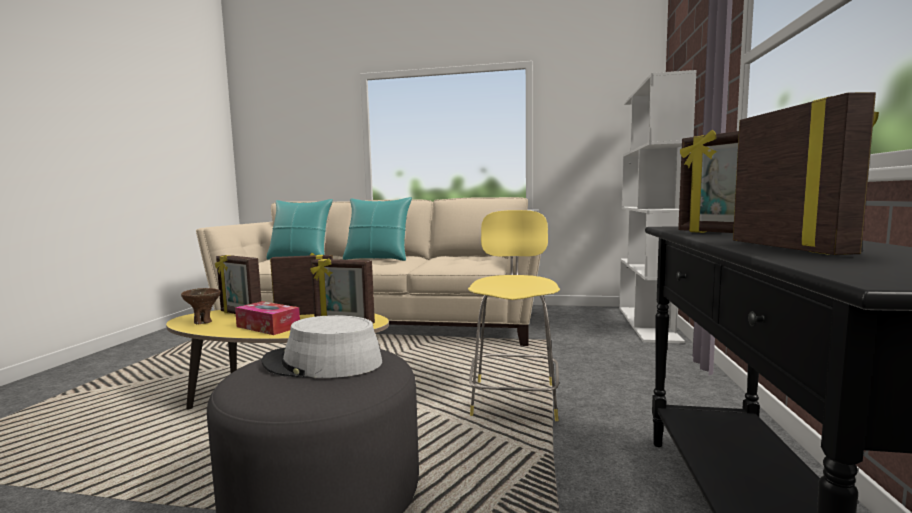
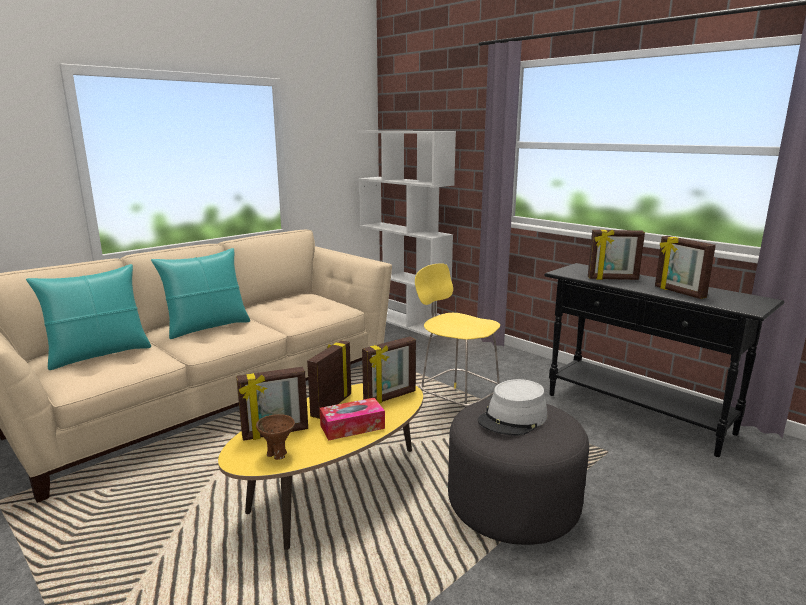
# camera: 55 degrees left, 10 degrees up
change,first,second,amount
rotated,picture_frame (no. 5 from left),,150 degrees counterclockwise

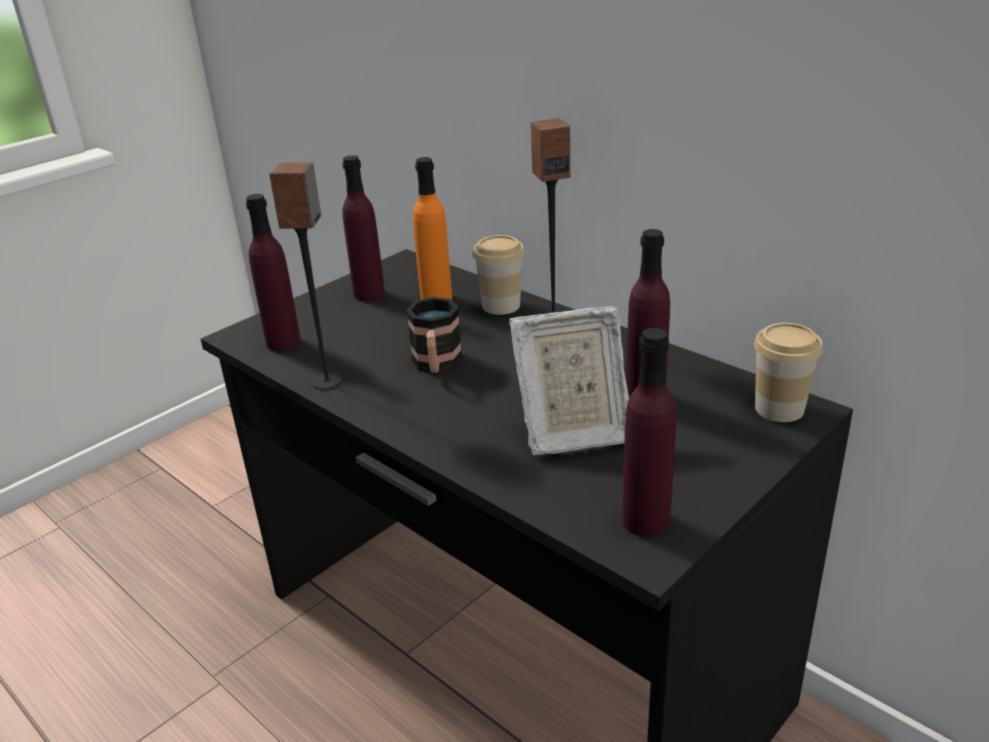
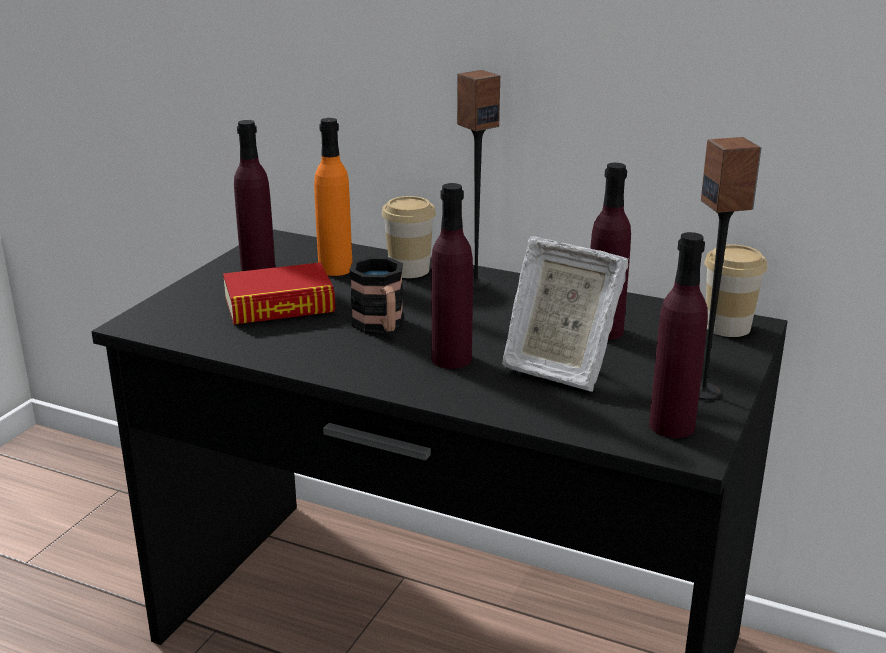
# camera: 20 degrees left, 5 degrees down
change,first,second,amount
shifted,speaker (no. 1 from left in the first image),speaker (no. 2 from left),
shifted,purple_bottle (no. 1 from left in the first image),purple_bottle (no. 2 from left),
rotated,picture_frame,,60 degrees clockwise
new,,book,

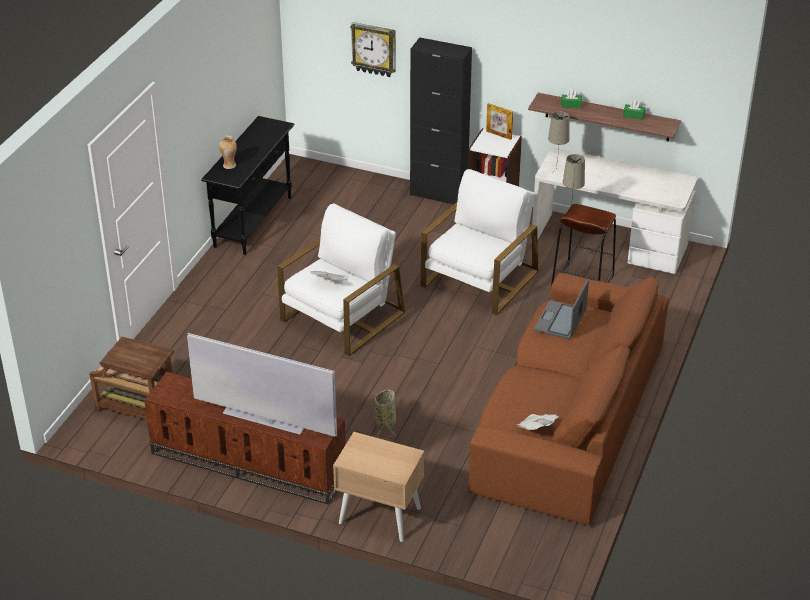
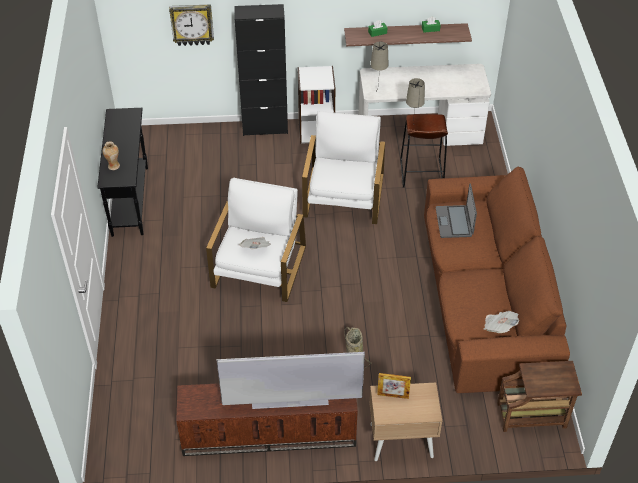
# camera: 25 degrees left, 10 degrees up
change,first,second,amount
shifted,picture_frame,,
shifted,brown_side_table,,

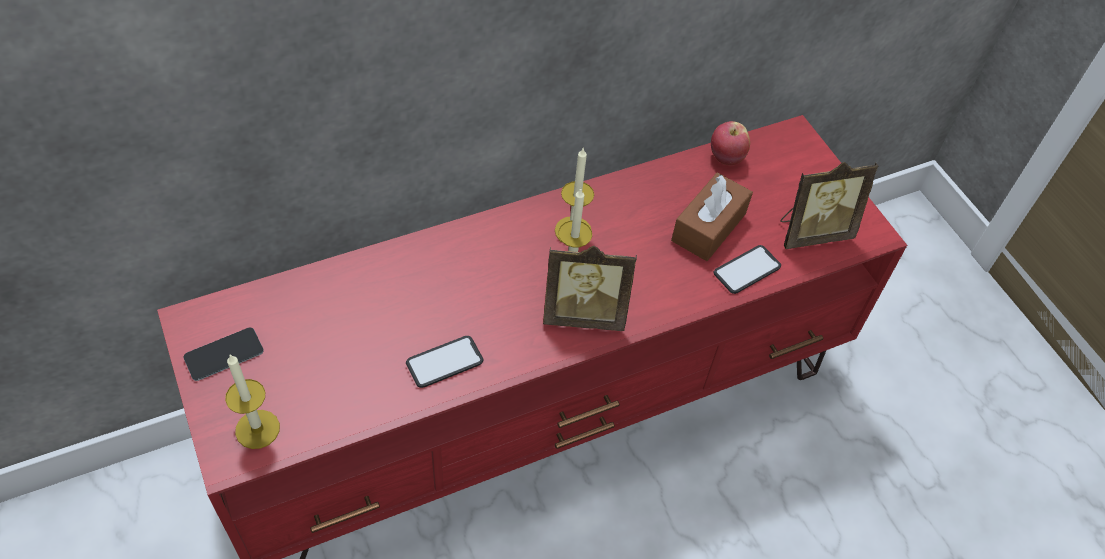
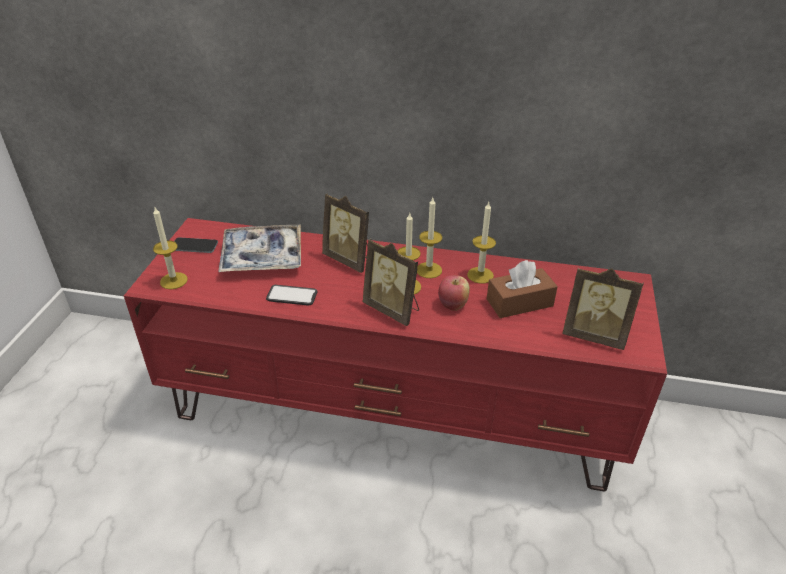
# camera: 40 degrees right, 15 degrees down
change,first,second,amount
shifted,apple,,
gone,phone (no. 3 from left),,
new,,picture_frame (no. 1 from left),
new,,candle (no. 4 from left),
new,,tray,

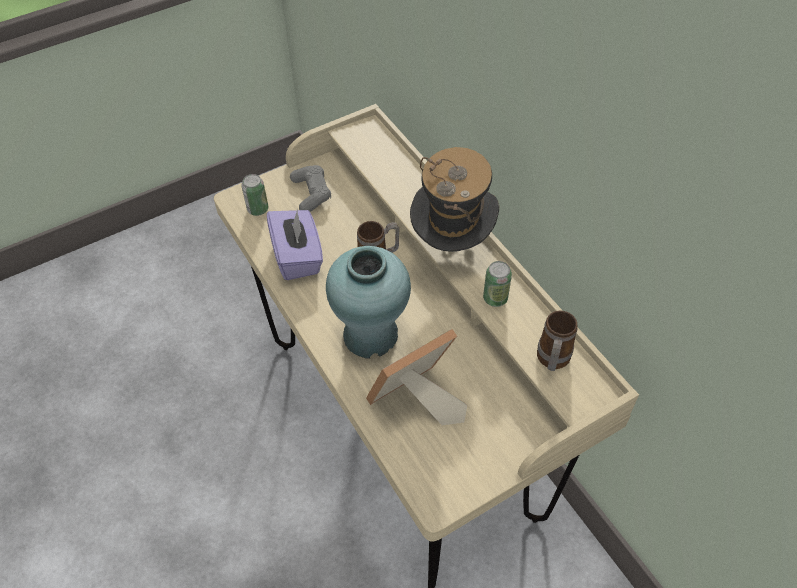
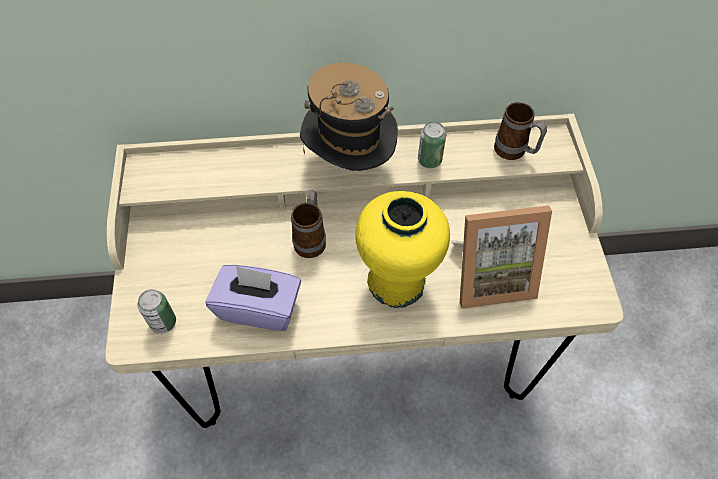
# camera: 65 degrees left, 5 degrees up
change,first,second,amount
gone,grey_game_controller,,
repainted,turquoise_vase,yellow_vase,
rotated,picture_frame,,90 degrees counterclockwise

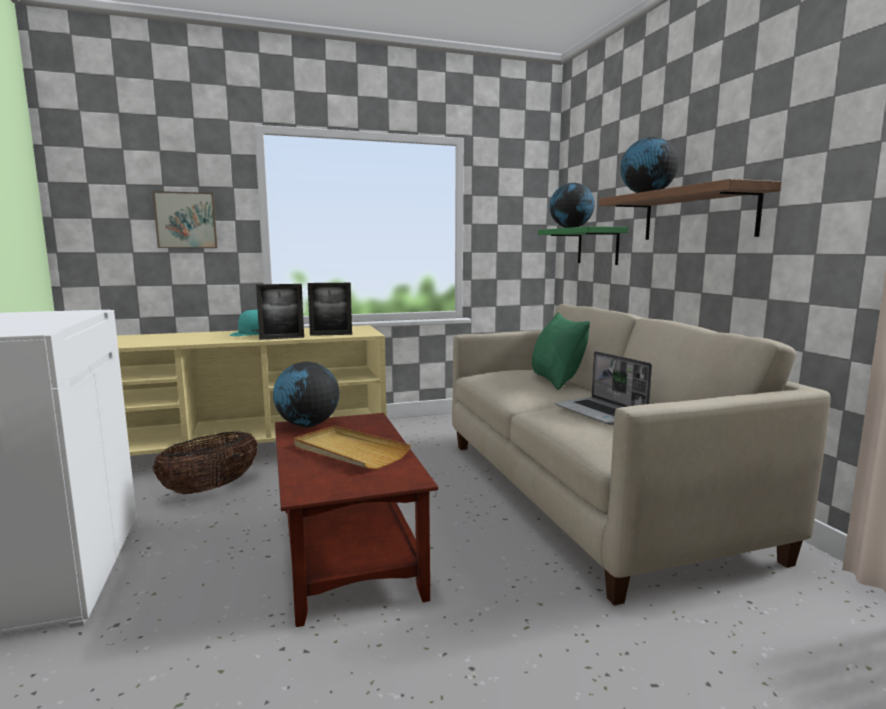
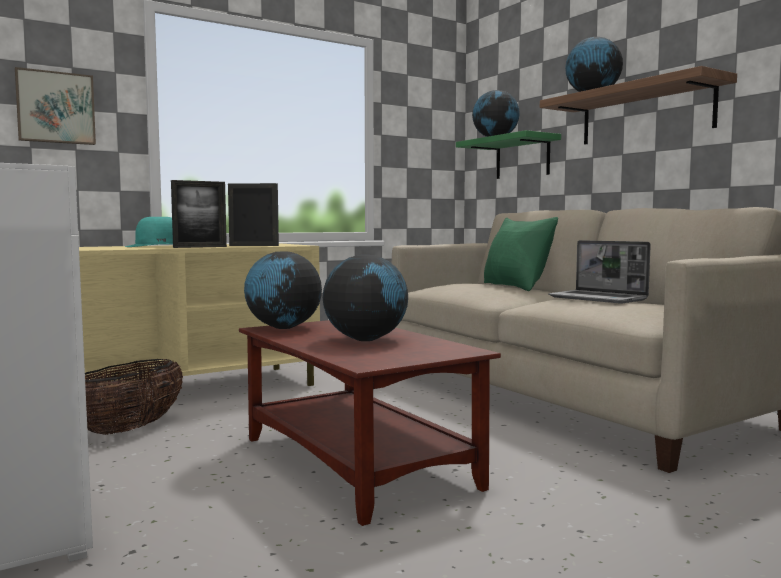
# camera: 15 degrees left, 5 degrees down
change,first,second,amount
rotated,picture_frame (no. 2 from left),,150 degrees counterclockwise
swapped,beige_tray,globe (no. 2 from left),

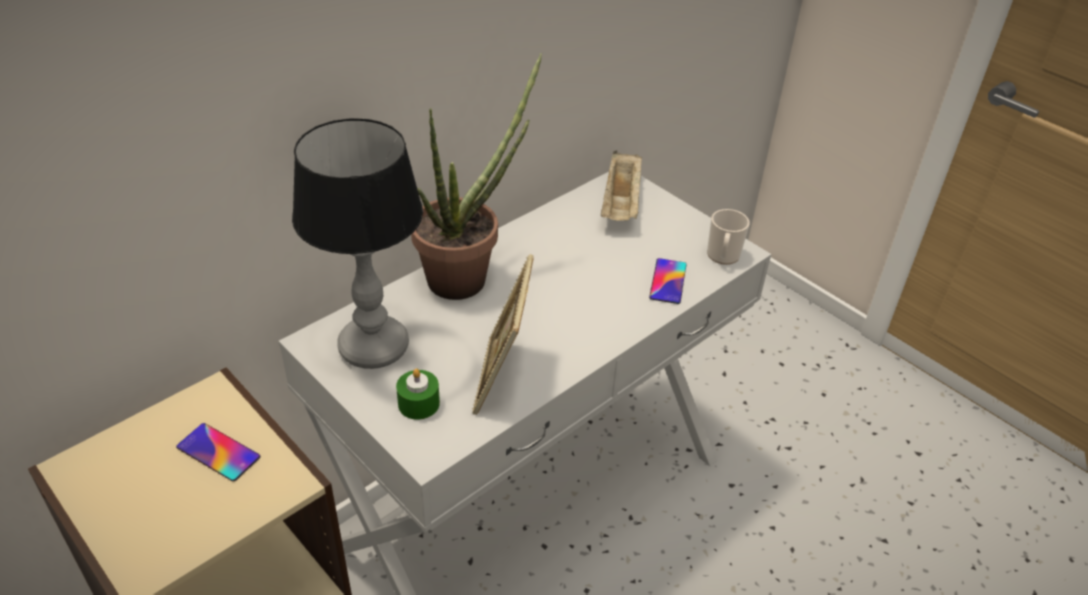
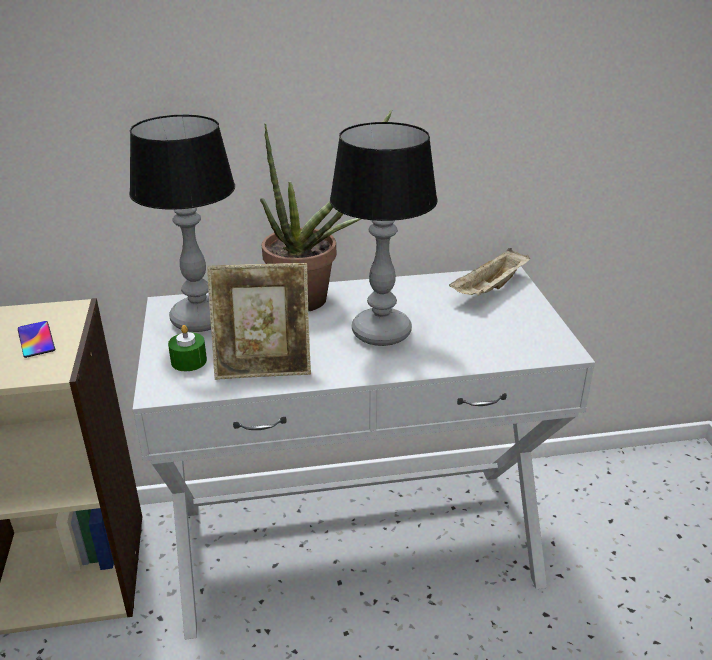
# camera: 35 degrees right, 10 degrees down
change,first,second,amount
gone,mug,,
rotated,picture_frame,,135 degrees counterclockwise
gone,phone (no. 2 from left),,
new,,table_lamp (no. 2 from left),

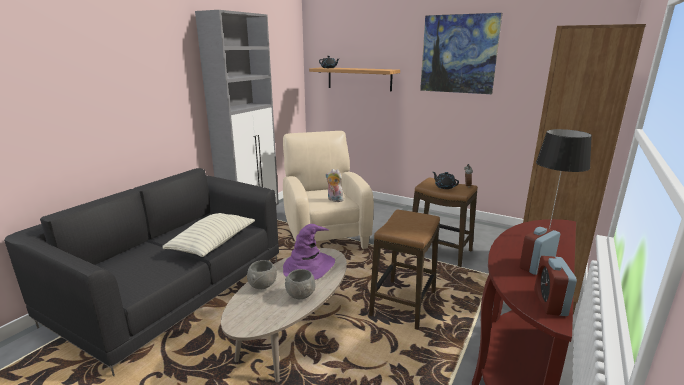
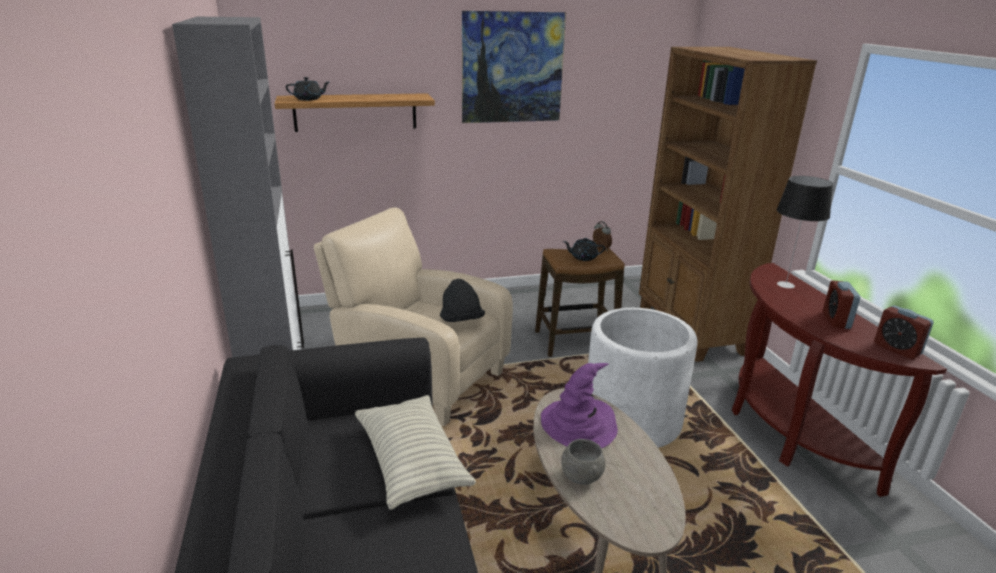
# camera: 45 degrees left, 5 degrees up
change,first,second,amount
swapped,plush_toy,black_hat,
swapped,stool (no. 1 from left),white_planter,
gone,grey_bowl (no. 2 from left),,

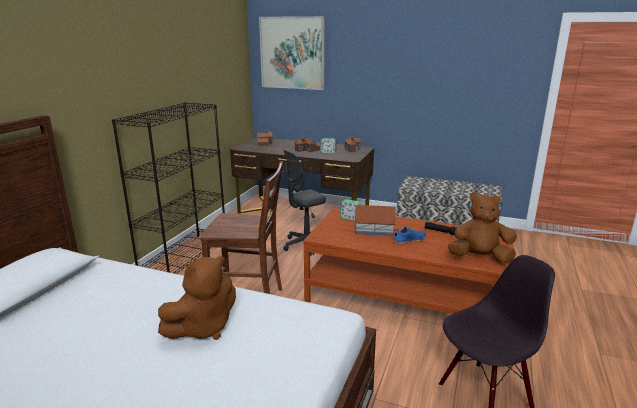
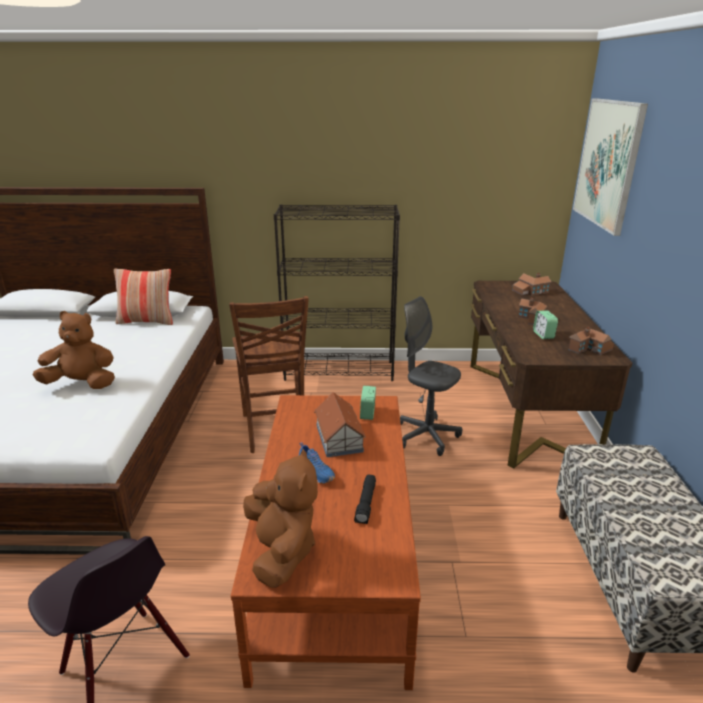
# camera: 70 degrees right, 5 degrees up
change,first,second,amount
rotated,brown_plush_toy (no. 1 from left),,150 degrees clockwise
new,,pillow,

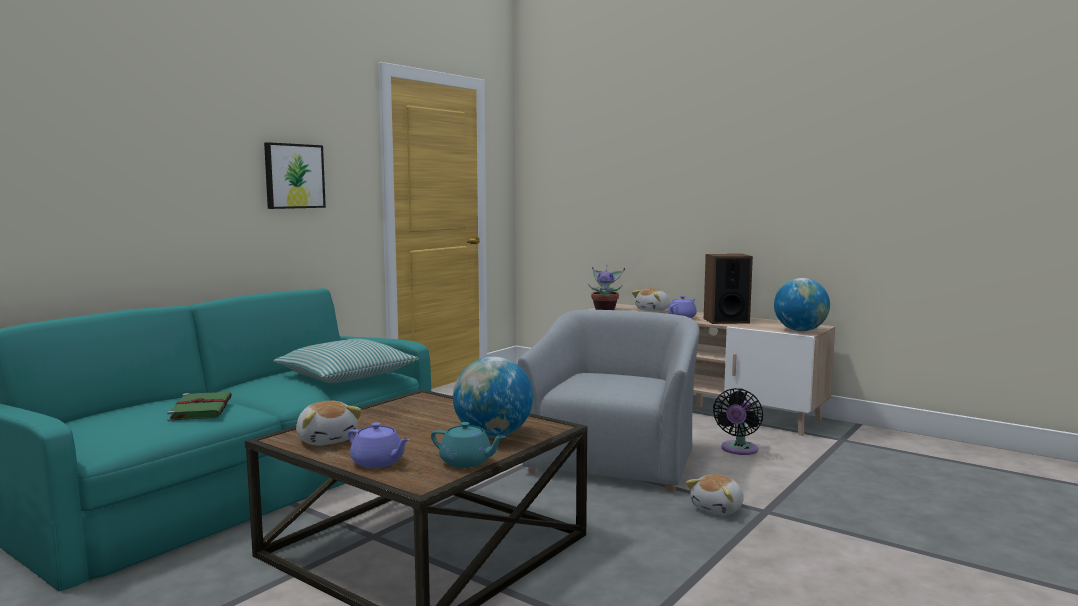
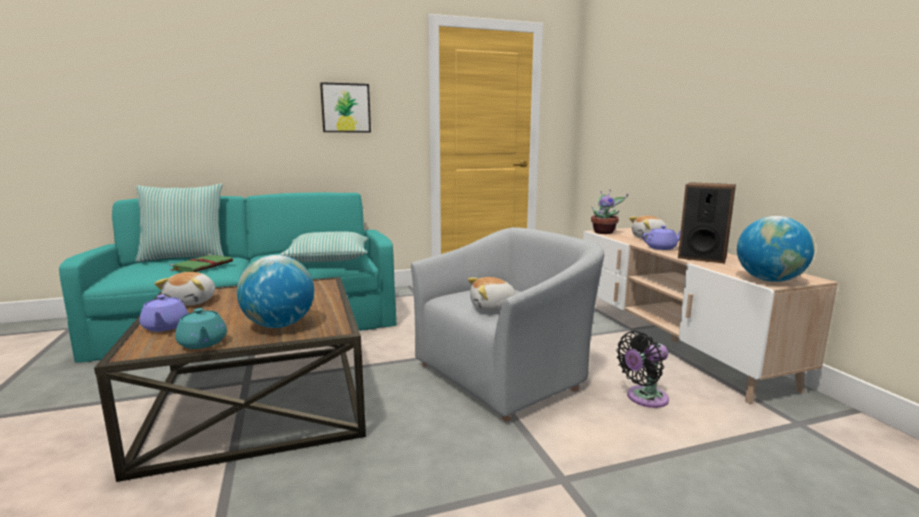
# camera: 35 degrees right, 5 degrees up
change,first,second,amount
shifted,plush_toy (no. 3 from left in the first image),plush_toy (no. 2 from left),
new,,pillow (no. 1 from left),

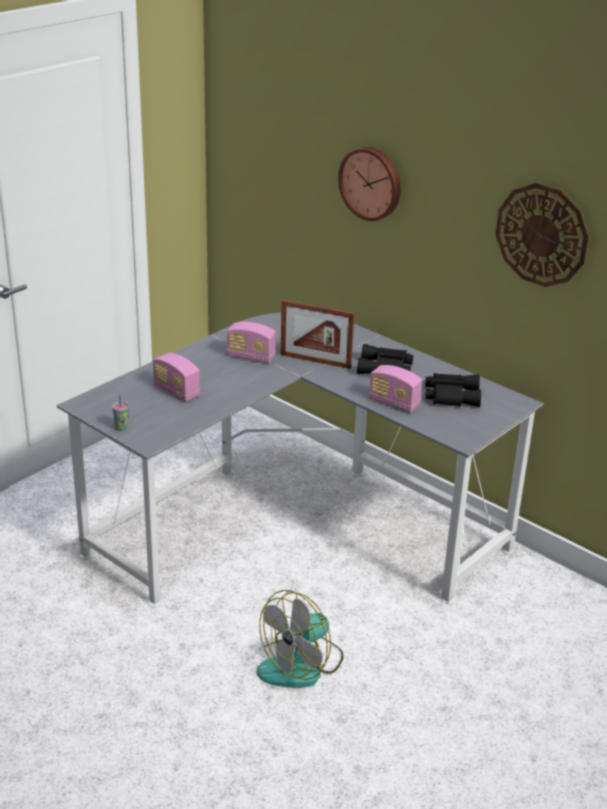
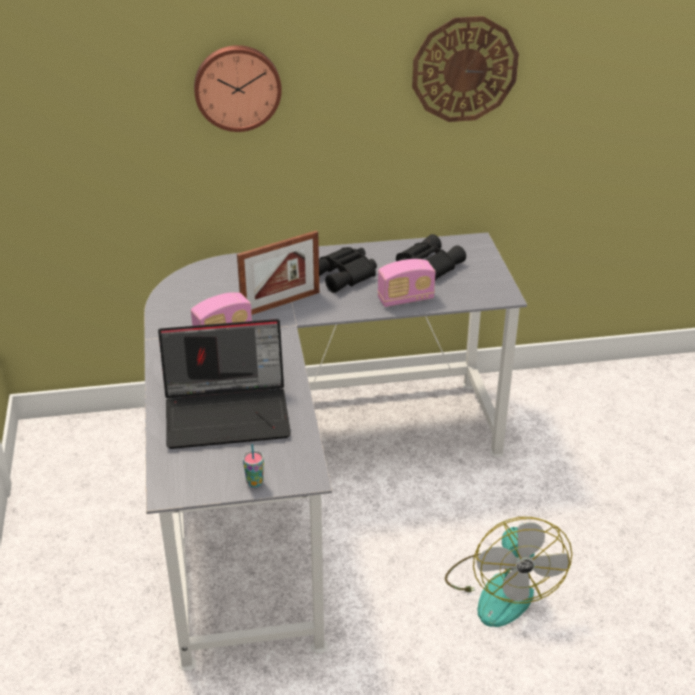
# camera: 50 degrees left, 5 degrees up
change,first,second,amount
swapped,radio (no. 1 from left),laptop,

